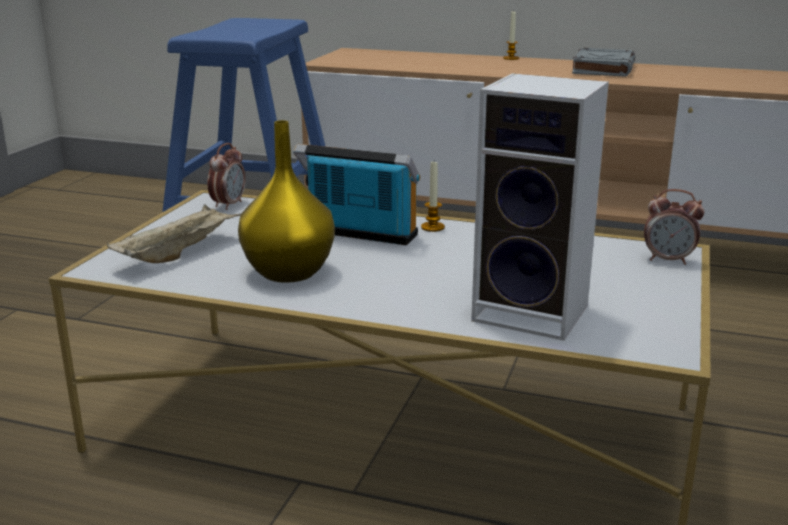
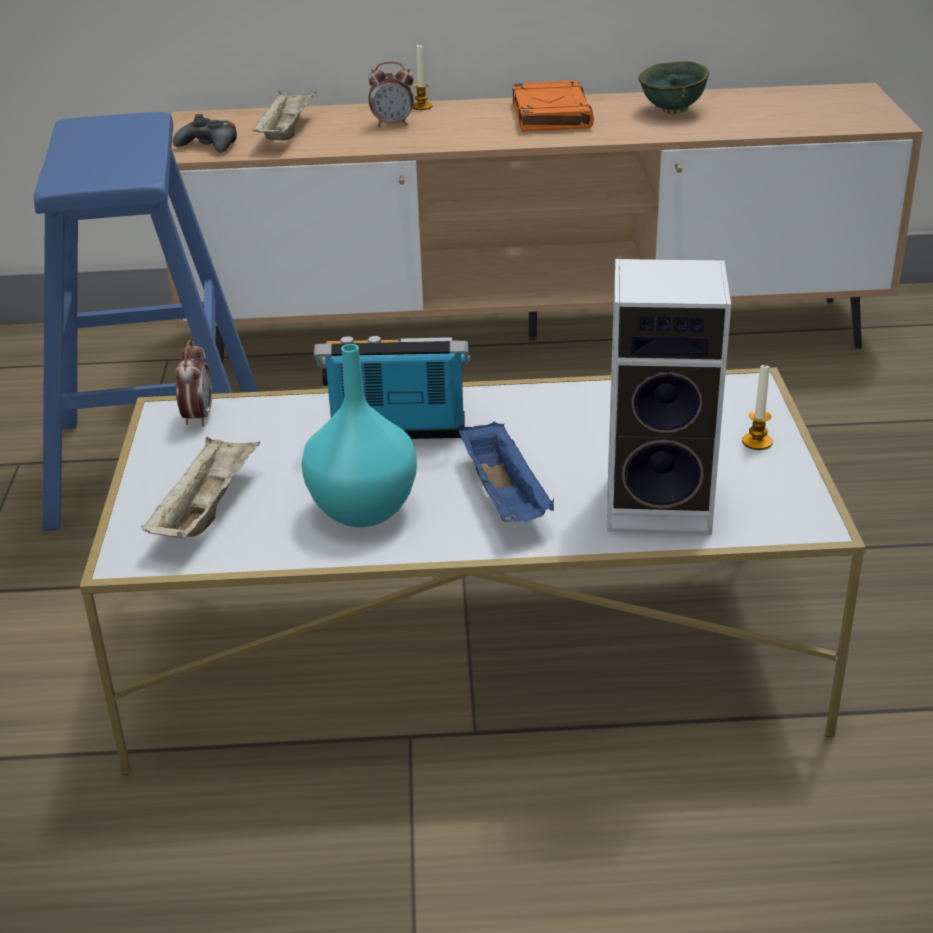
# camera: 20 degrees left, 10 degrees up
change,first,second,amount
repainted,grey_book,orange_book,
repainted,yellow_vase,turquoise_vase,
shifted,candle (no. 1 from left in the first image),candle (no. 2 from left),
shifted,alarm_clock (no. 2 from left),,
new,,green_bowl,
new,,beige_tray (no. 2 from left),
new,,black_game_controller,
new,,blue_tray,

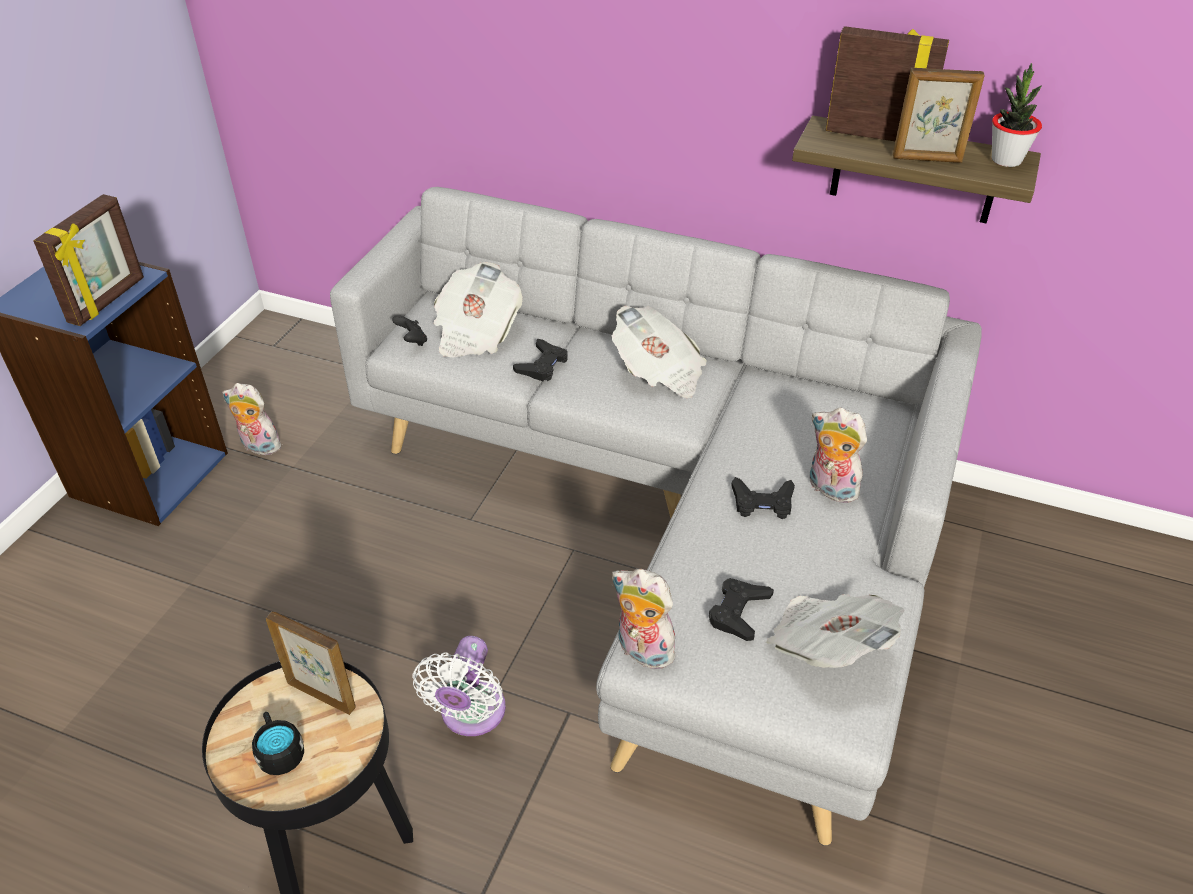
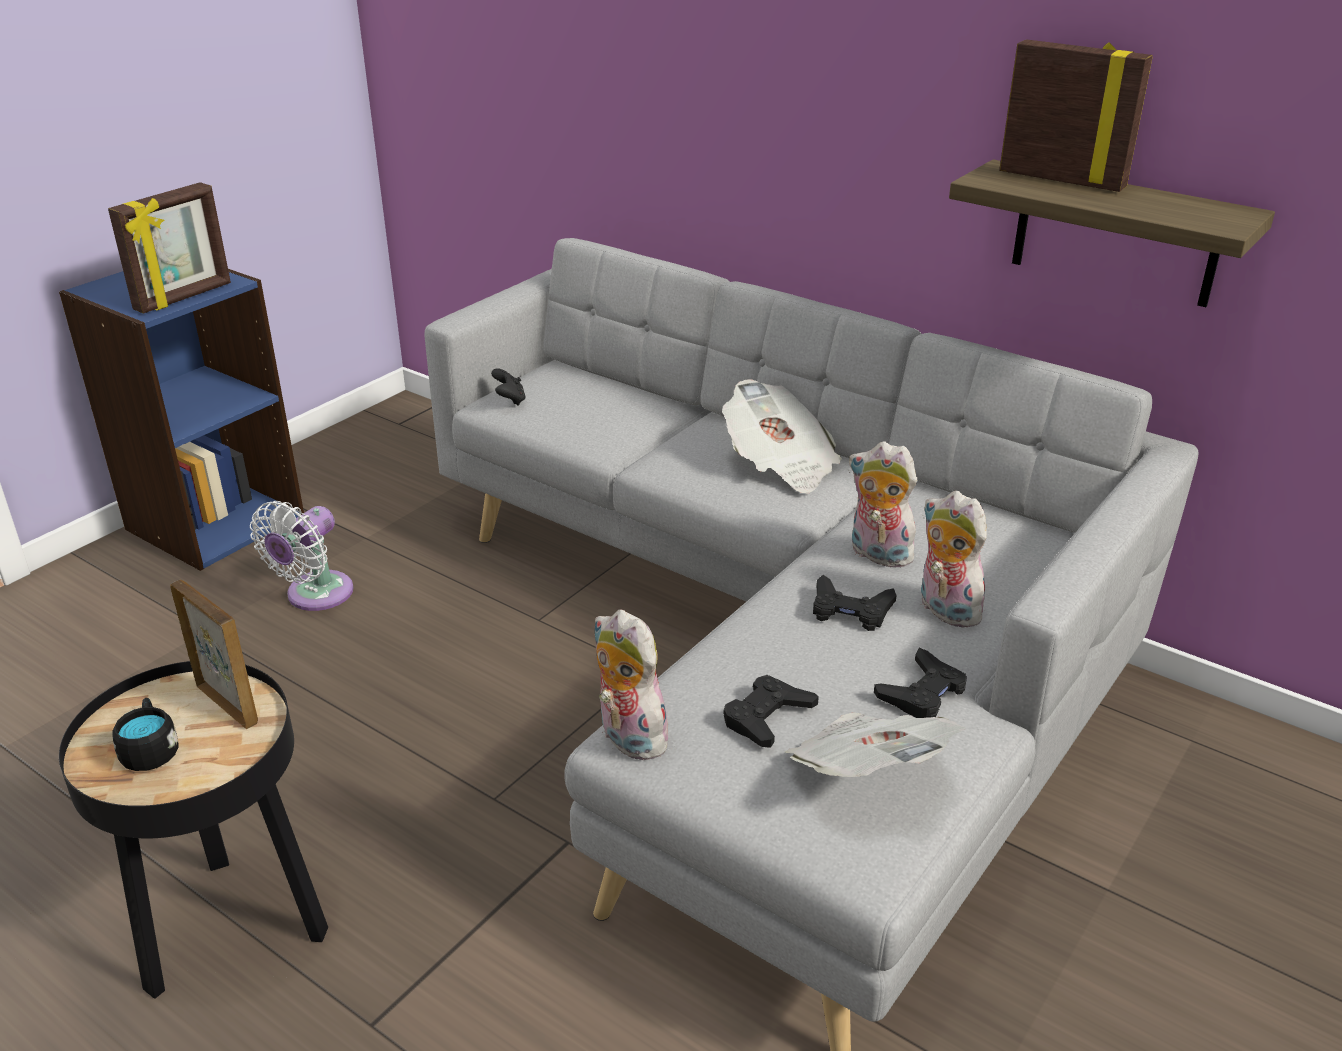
# camera: 15 degrees right, 10 degrees down
change,first,second,amount
gone,potted_plant,,
gone,picture_frame (no. 4 from left),,
gone,newspaper (no. 1 from left),,
shifted,black_game_controller (no. 2 from left in the first image),black_game_controller (no. 4 from left),
shifted,plush_toy (no. 1 from left in the first image),plush_toy (no. 2 from left),
shifted,white_fan,,

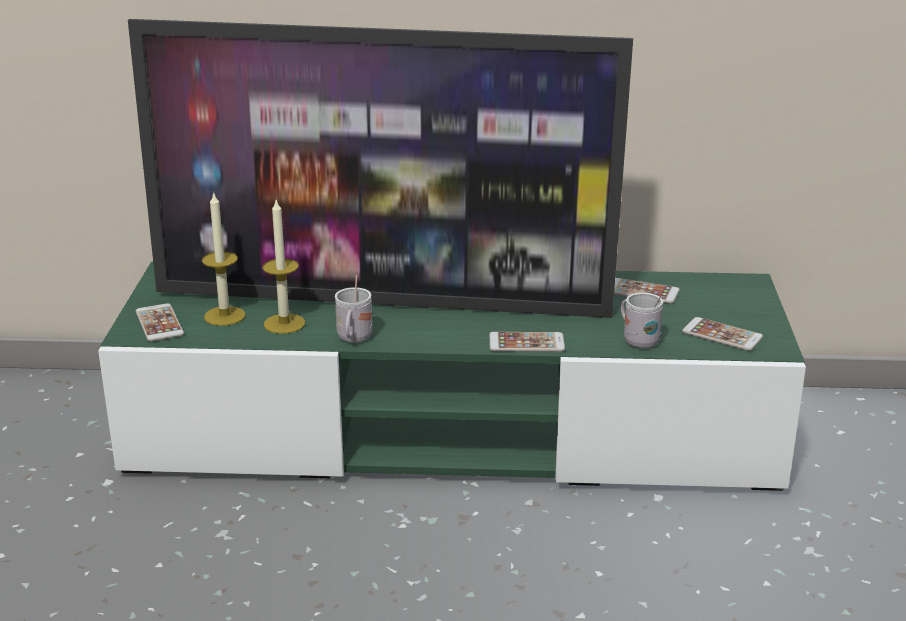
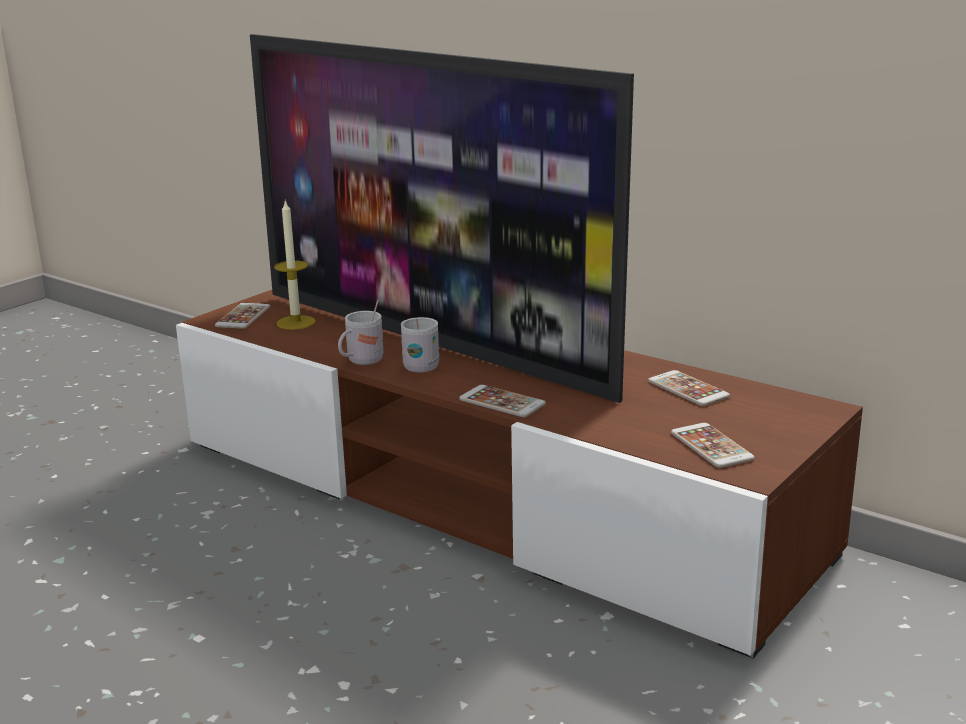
# camera: 35 degrees right, 5 degrees down
change,first,second,amount
gone,candle (no. 2 from left),,
repainted,green_tv_stand,brown_tv_stand,
shifted,white_mug (no. 2 from left),,

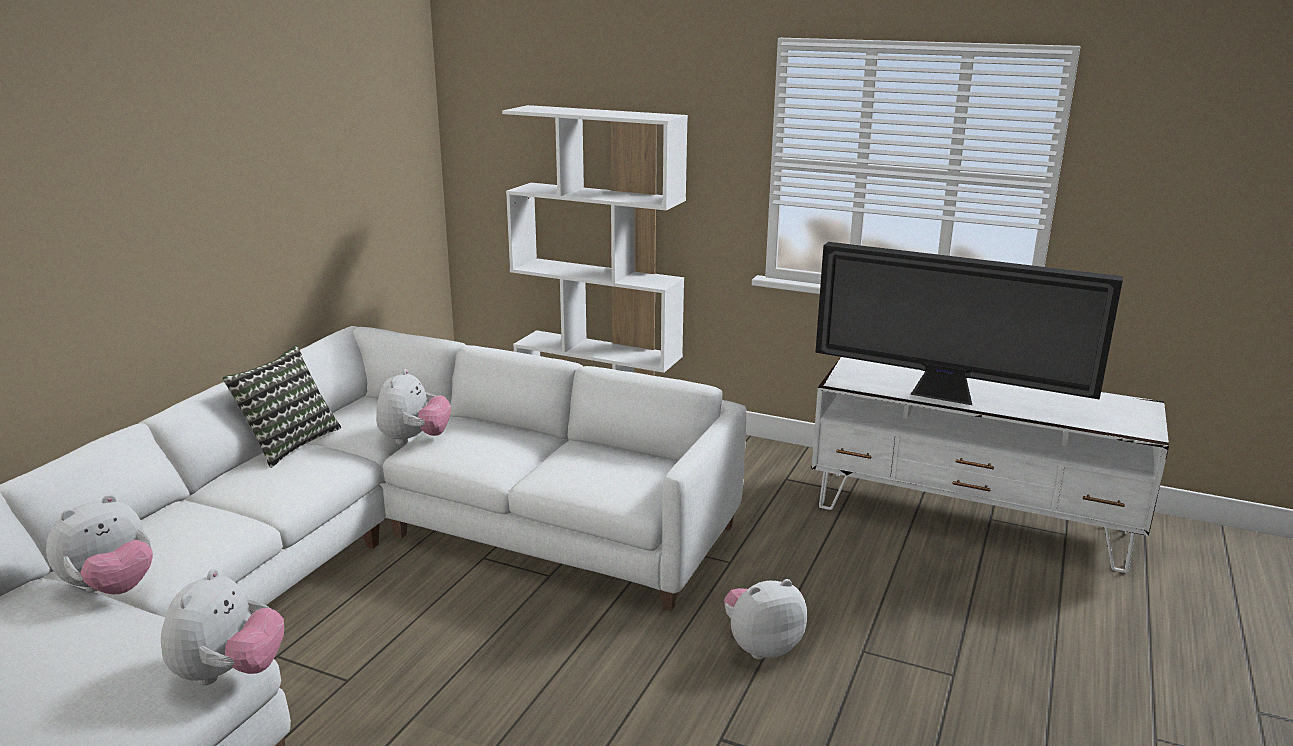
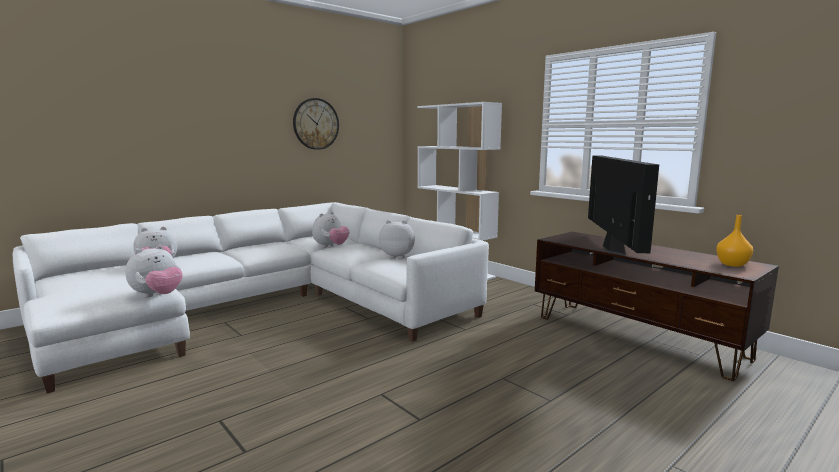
# camera: 25 degrees right, 10 degrees down
change,first,second,amount
rotated,television,,135 degrees counterclockwise
gone,pillow,,
repainted,white_tv_stand,brown_tv_stand,
shifted,plush_toy (no. 4 from left),,
new,,wall_clock,
new,,orange_vase,

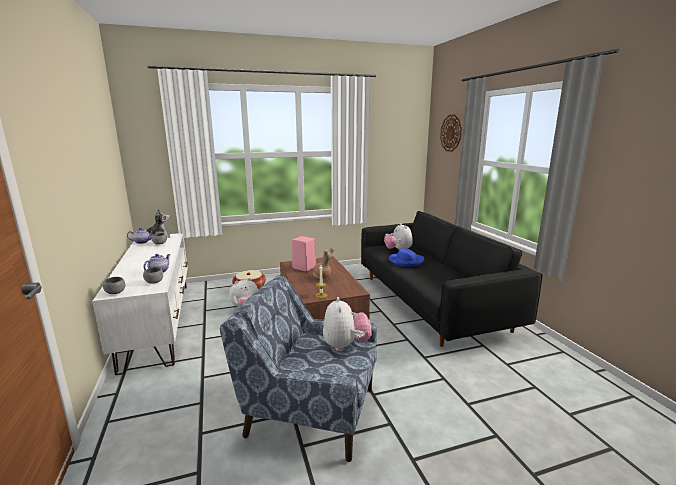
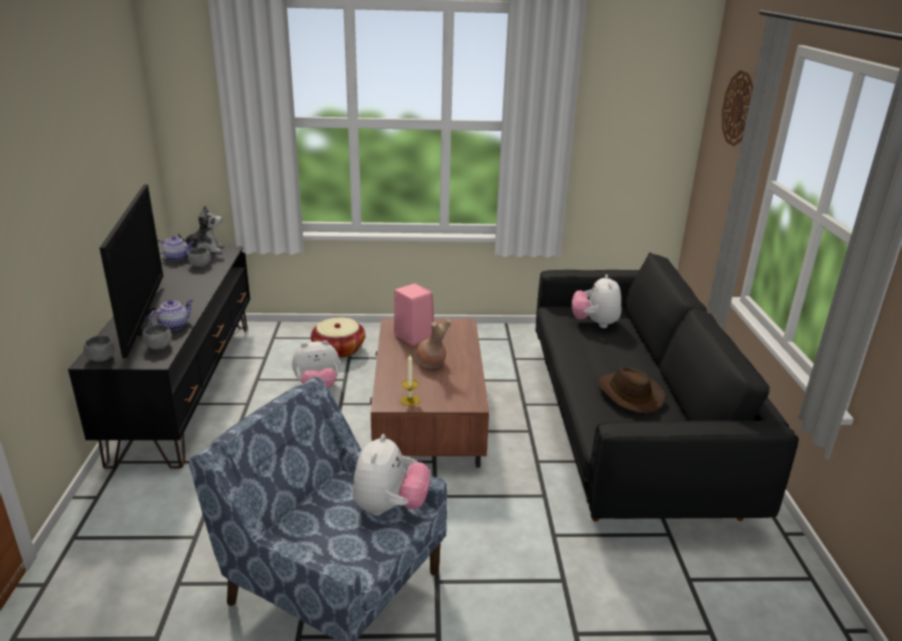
# camera: 15 degrees right, 10 degrees up
change,first,second,amount
repainted,white_tv_stand,black_tv_stand,
gone,blue_hat,,
new,,television,
new,,brown_hat,

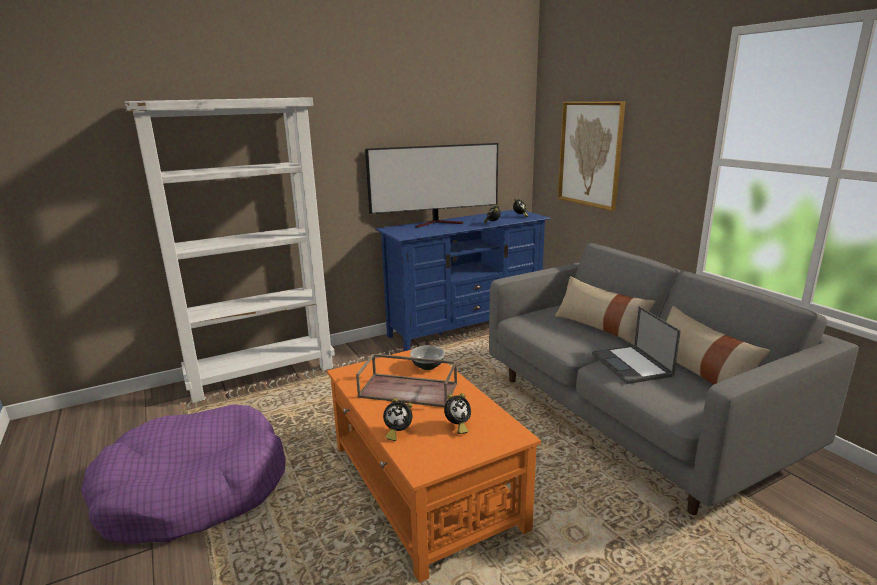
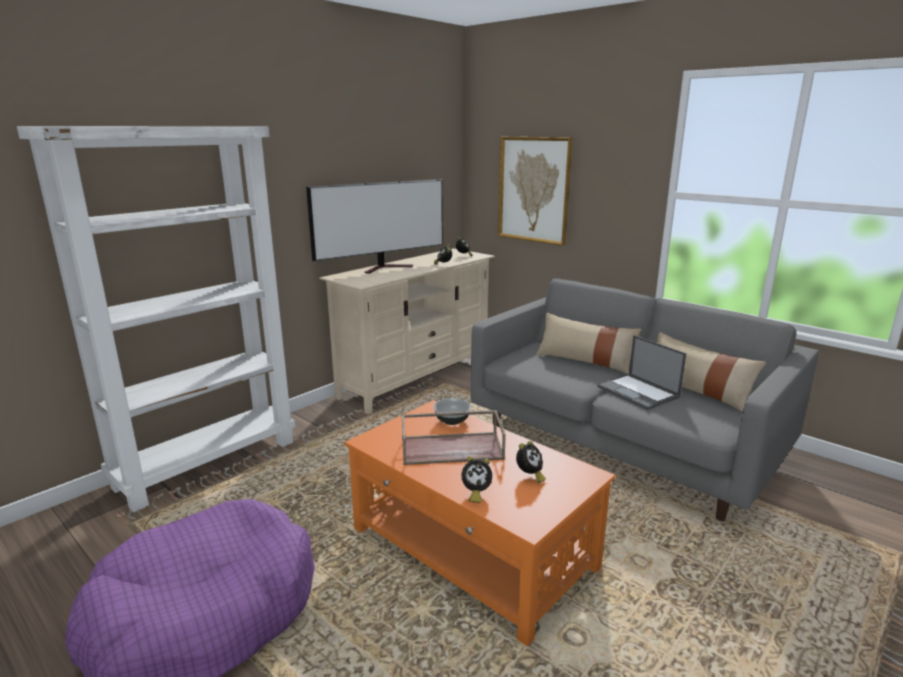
# camera: 20 degrees left, 0 degrees up
change,first,second,amount
repainted,blue_tv_stand,beige_tv_stand,

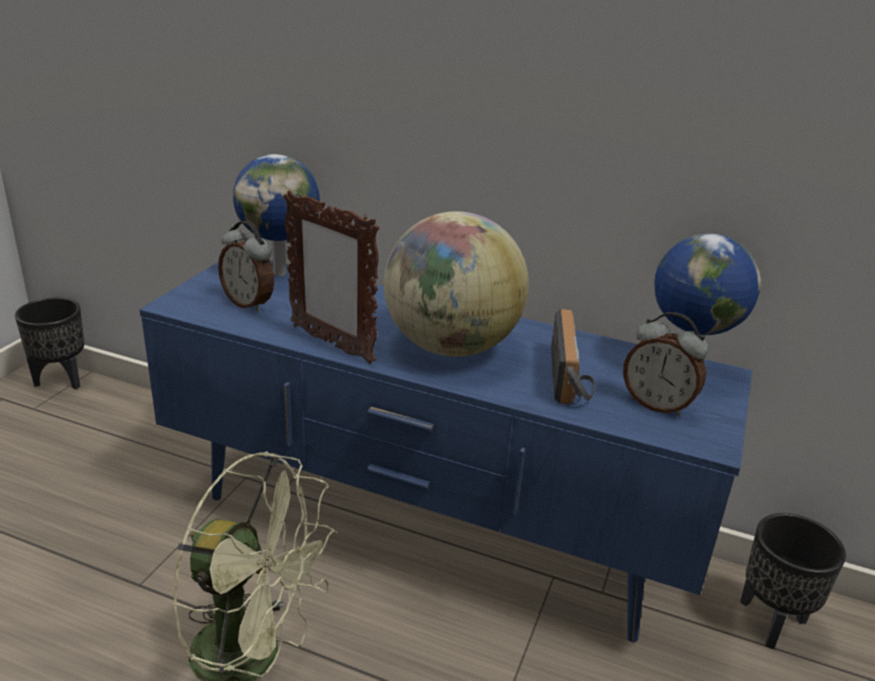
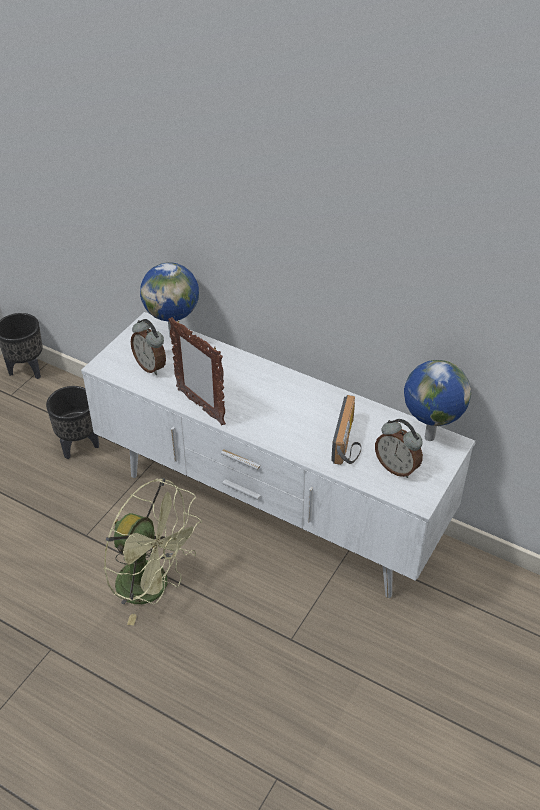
# camera: 10 degrees right, 15 degrees up
change,first,second,amount
gone,globe (no. 2 from left),,
repainted,blue_tv_stand,white_tv_stand,
shifted,black_planter (no. 2 from left),,

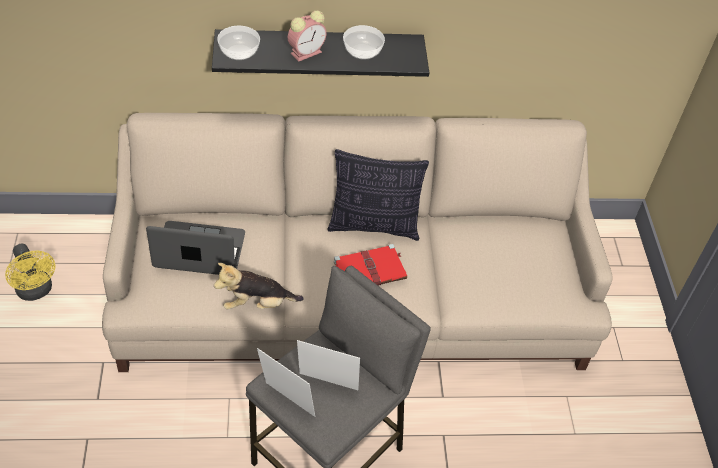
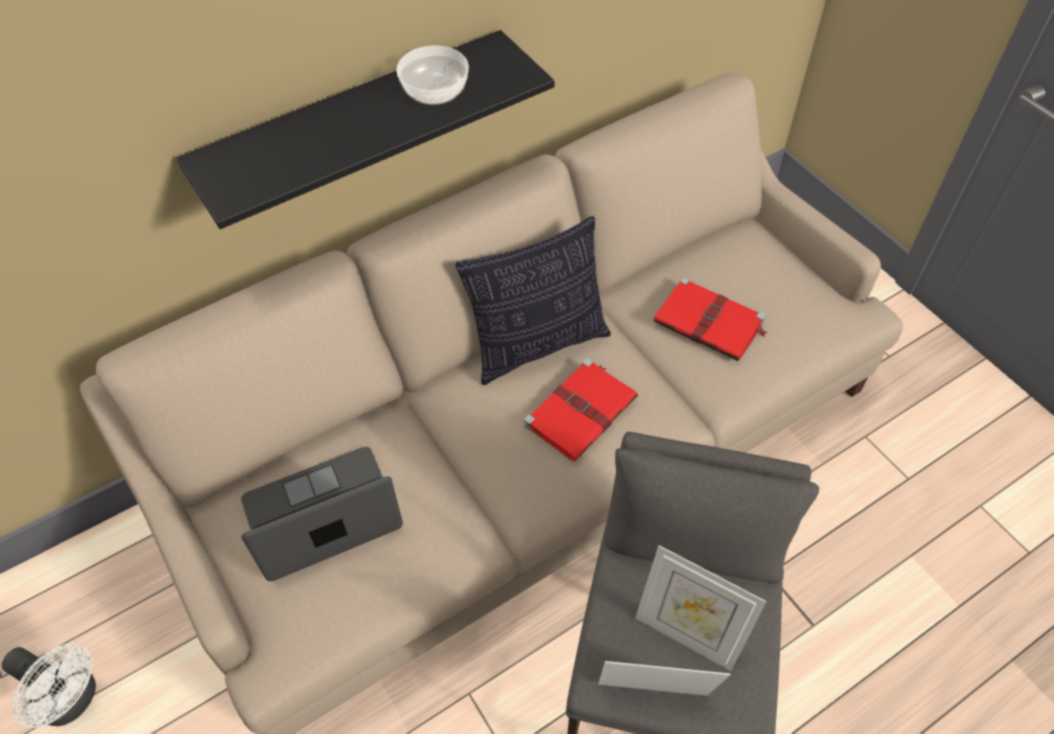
# camera: 25 degrees left, 5 degrees up
change,first,second,amount
gone,alarm_clock,,
gone,bowl (no. 1 from left),,
repainted,yellow_fan,white_fan,
gone,plush_toy,,
rotated,picture_frame (no. 2 from left),,135 degrees counterclockwise
new,,red_book (no. 2 from left),

